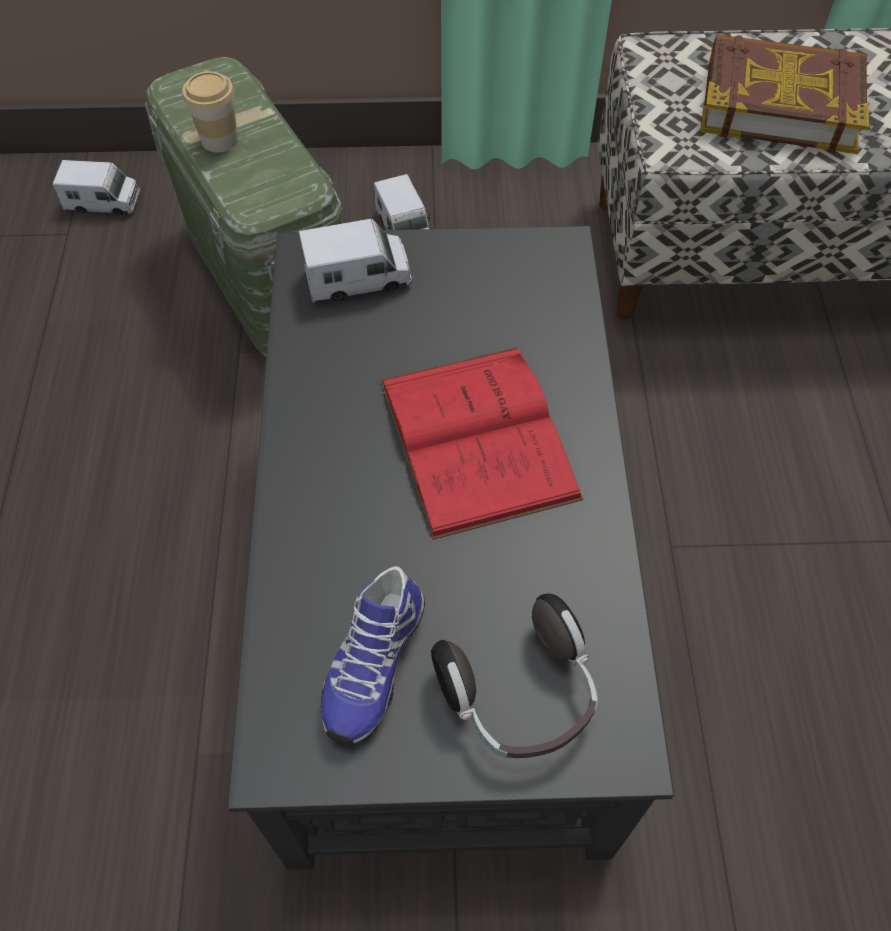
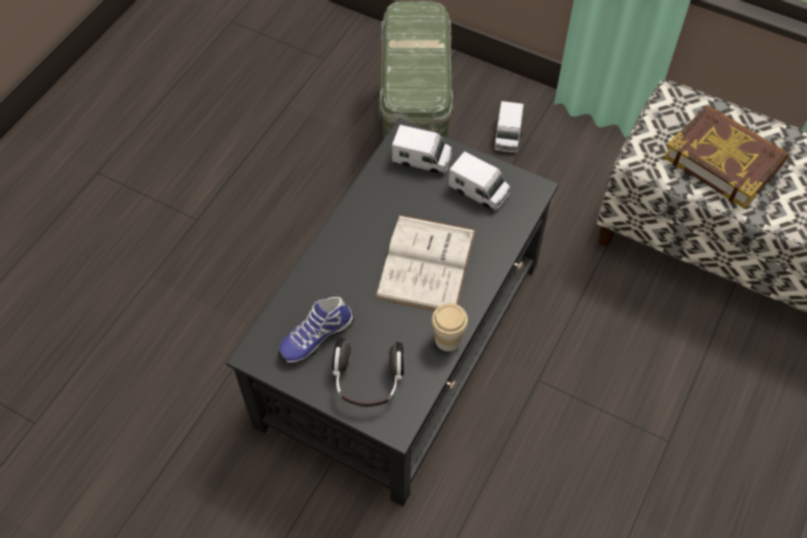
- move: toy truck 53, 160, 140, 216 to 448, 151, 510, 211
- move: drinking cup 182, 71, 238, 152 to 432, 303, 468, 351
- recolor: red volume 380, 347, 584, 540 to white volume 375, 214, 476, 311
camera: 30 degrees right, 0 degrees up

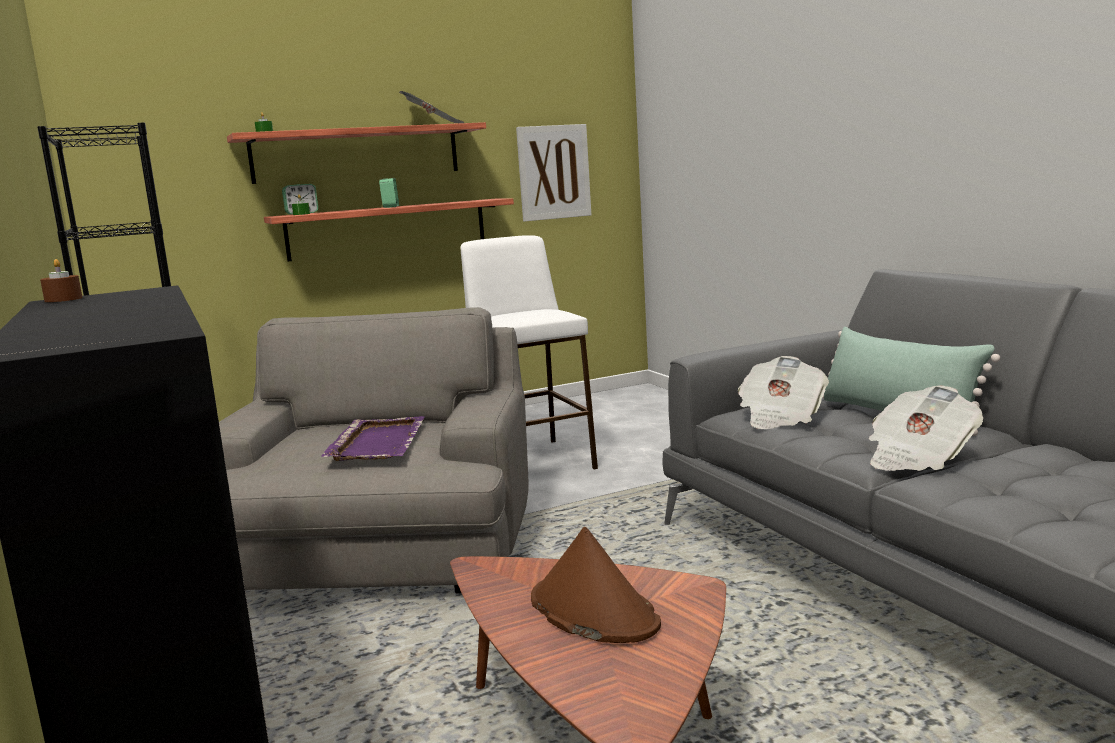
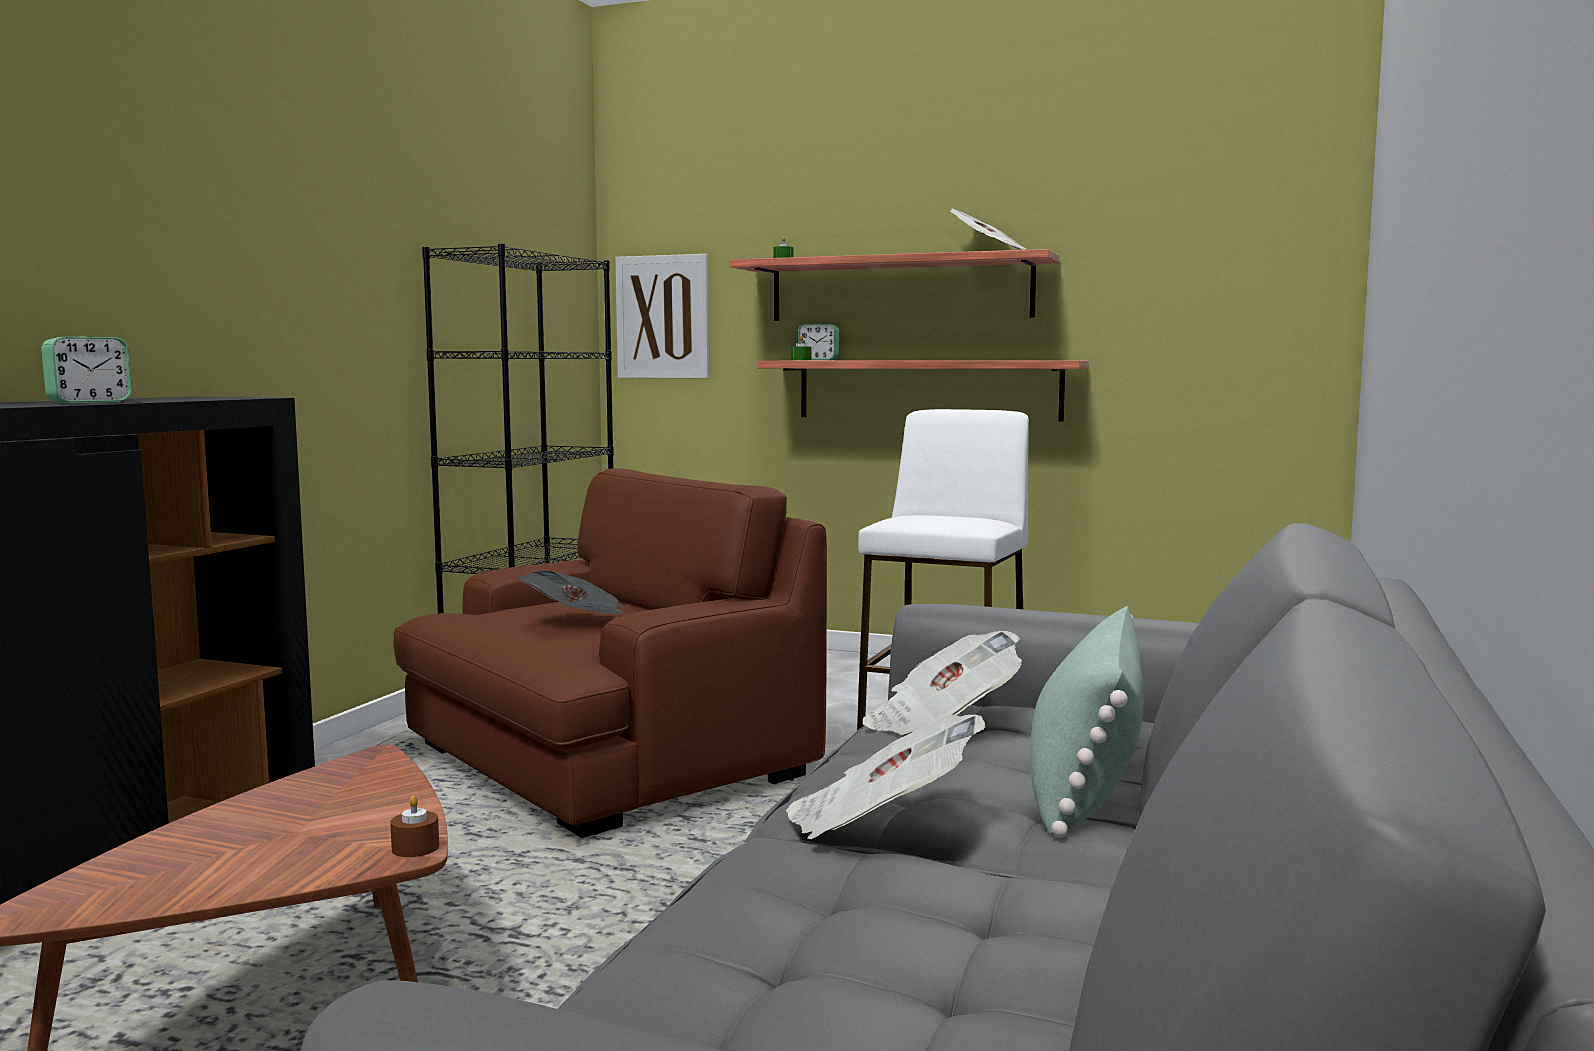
- move: brown-coloured wax candle 40, 259, 83, 302 to 390, 795, 439, 857
- recolor: greyish armchair 219, 307, 529, 593 to brown-coloured armchair 394, 468, 827, 838
- replace: purple-coloured serving tray 321, 416, 424, 461 to daily paper 518, 571, 624, 614
- move: alarm clock 379, 178, 399, 208 to 41, 337, 132, 403
- move: wall picture 516, 124, 591, 222 to 615, 254, 709, 378
- delete: brown-coloured wearable hat 531, 526, 661, 643
camera: 45 degrees right, 5 degrees down

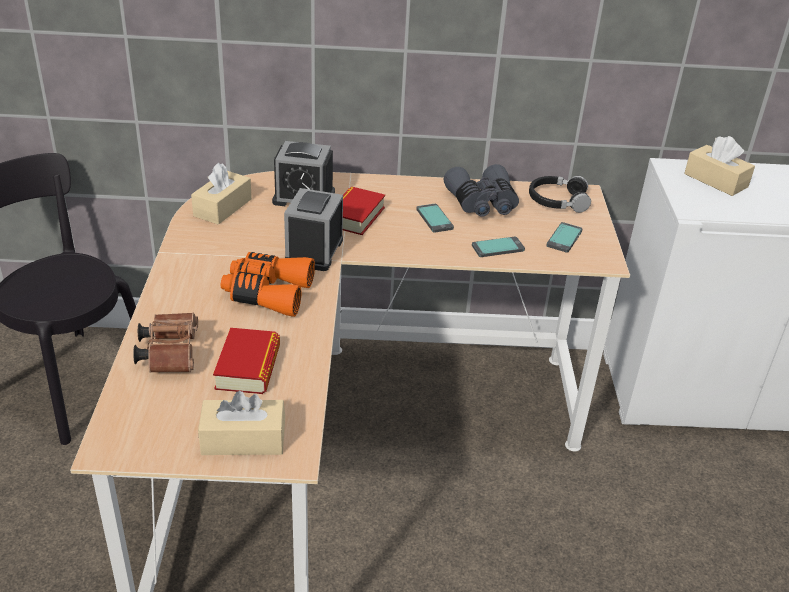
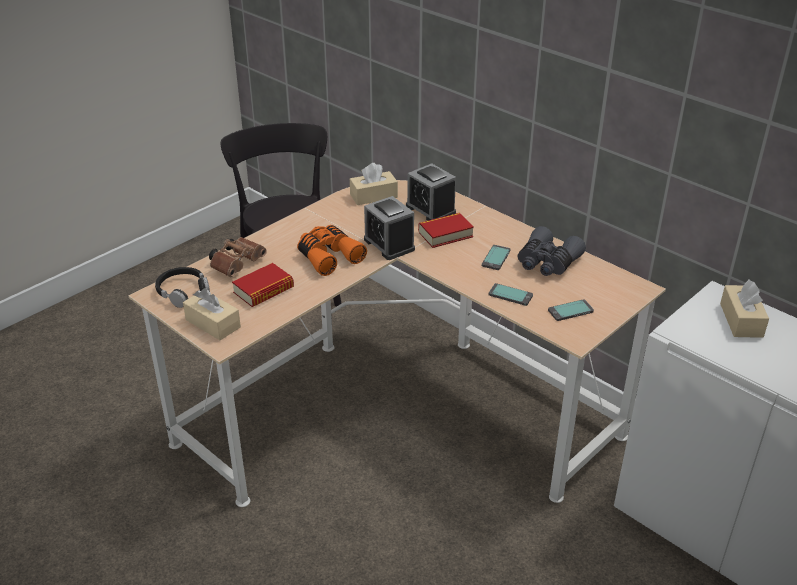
- rotate: alarm clock 284, 188, 343, 271 = 364, 196, 415, 260 90 degrees counterclockwise
- move: black-coloured pair of headphones 529, 176, 591, 213 to 155, 267, 210, 308
camera: 45 degrees right, 0 degrees up

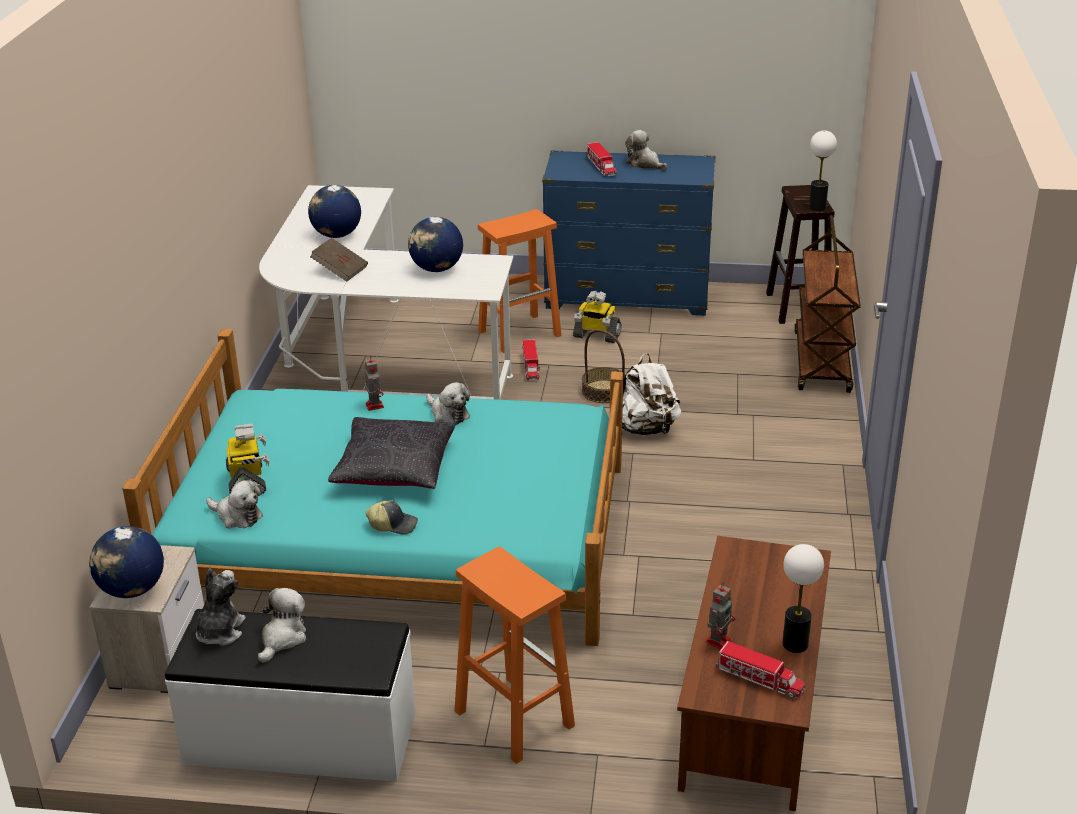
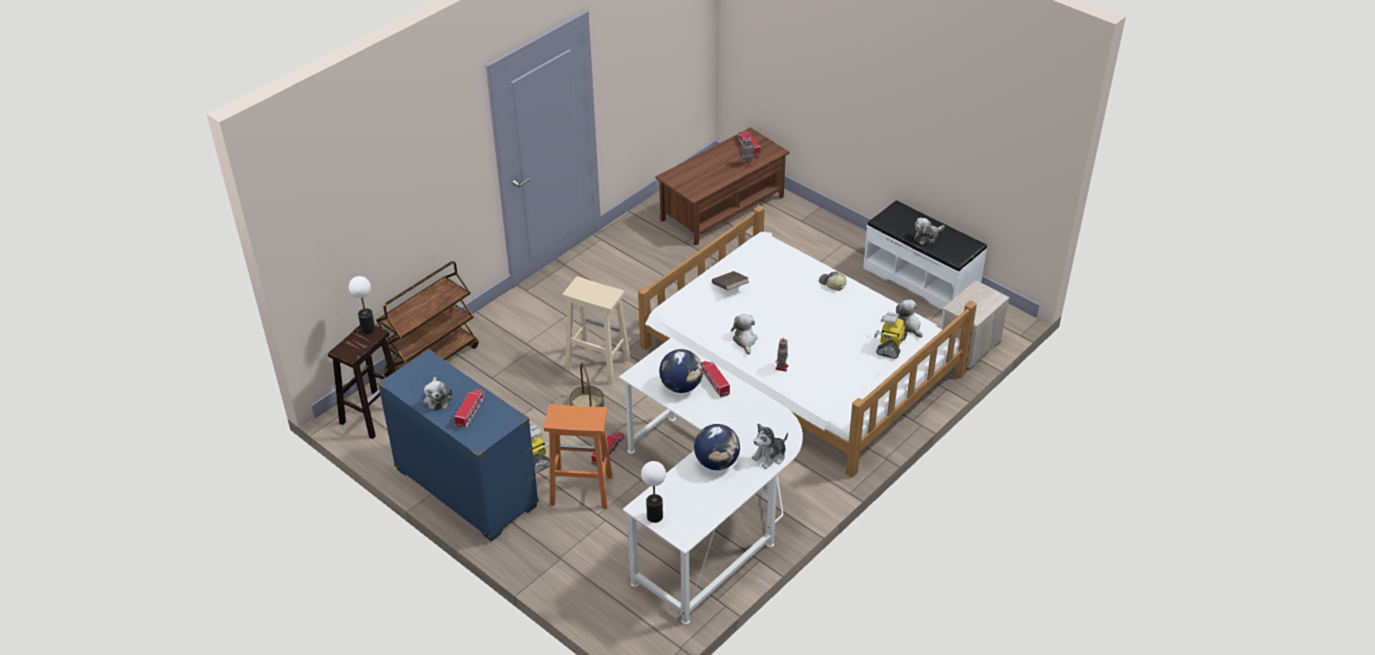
- delete: desk globe 89, 526, 164, 598
- recolor: blue-green bedroom bed 122, 329, 623, 646 to white bedroom bed 638, 205, 977, 477
- move: cuddly toy 196, 568, 246, 646 to 752, 424, 788, 469
- move: brown-coloured volume 310, 238, 368, 282 to 712, 271, 749, 291
- delete: black-coloured pillow 328, 417, 456, 489
- delete: orangey stool seat 455, 547, 575, 764
- replace: white rucksack 622, 353, 681, 435 to sand-coloured stool seat 562, 276, 631, 385
- move: tabletop lamp 782, 544, 824, 653 to 641, 461, 666, 523
- insert: toy truck 701, 361, 730, 397
camera: 145 degrees left, 10 degrees up

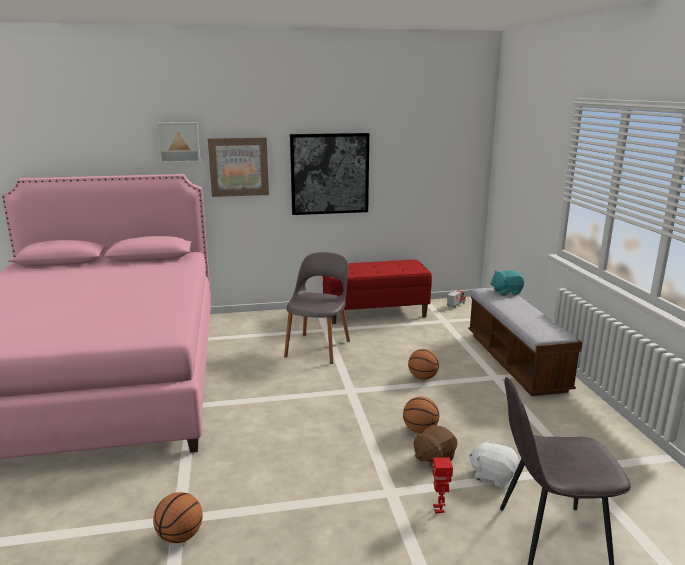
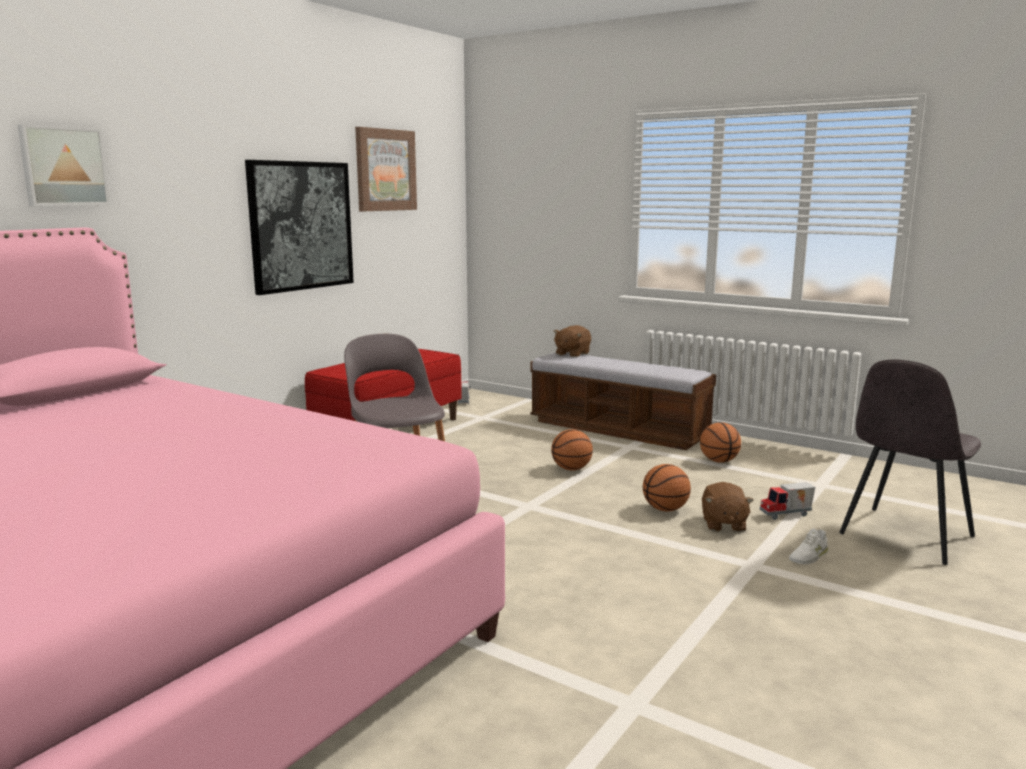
- move: ball for basketball 153, 492, 203, 543 to 700, 422, 741, 463
- move: wall picture 208, 137, 269, 197 to 355, 127, 417, 211
- replace: model robot 432, 457, 453, 513 to white item of footwear 789, 529, 828, 564
- replace: white cuddly toy 469, 439, 519, 488 to toy truck 760, 482, 815, 520
- recolor: blue-green cuddly toy 490, 270, 524, 295 to brown-coloured cuddly toy 553, 325, 591, 357
camera: 45 degrees left, 5 degrees down

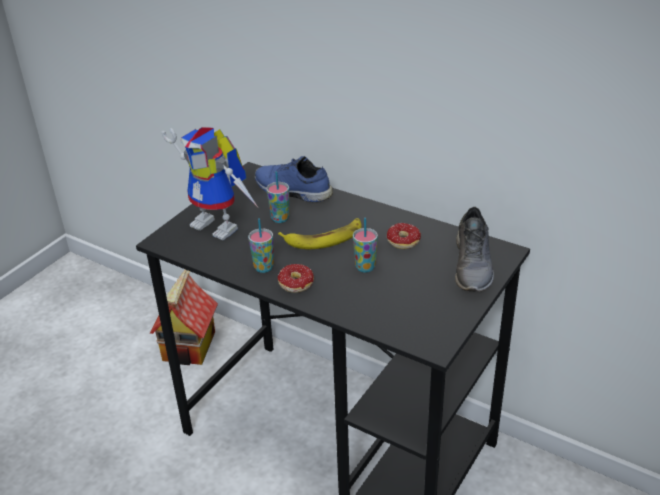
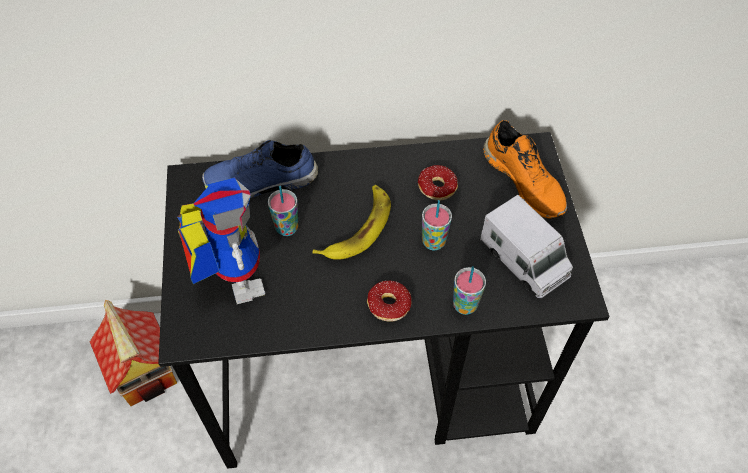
- rotate: model robot 161, 127, 258, 240 = 177, 177, 265, 304 105 degrees counterclockwise
- move: drinking cup 248, 218, 274, 273 to 453, 266, 486, 315
- recolor: greyish item of footwear 455, 207, 494, 292 to orangey item of footwear 483, 120, 567, 219
- insert: toy truck 480, 195, 573, 298
camera: 40 degrees left, 20 degrees up

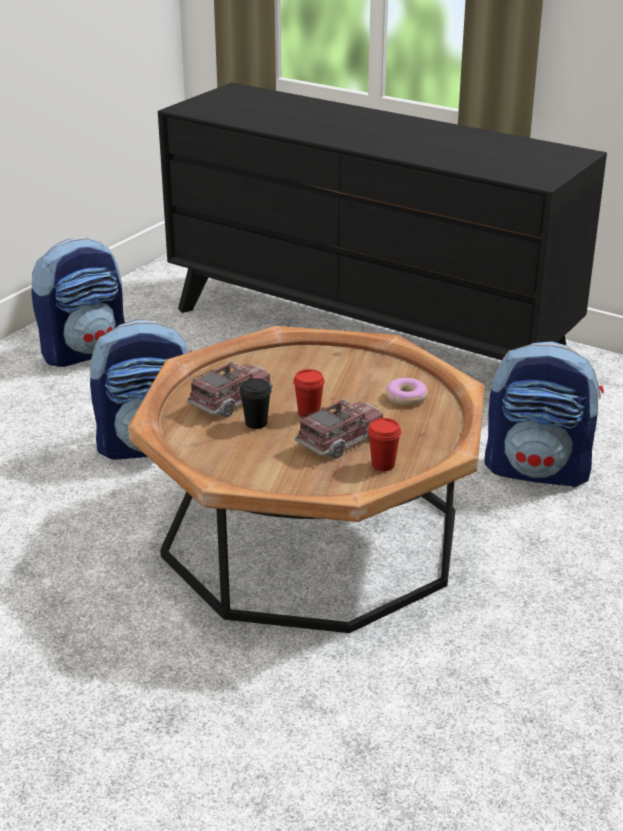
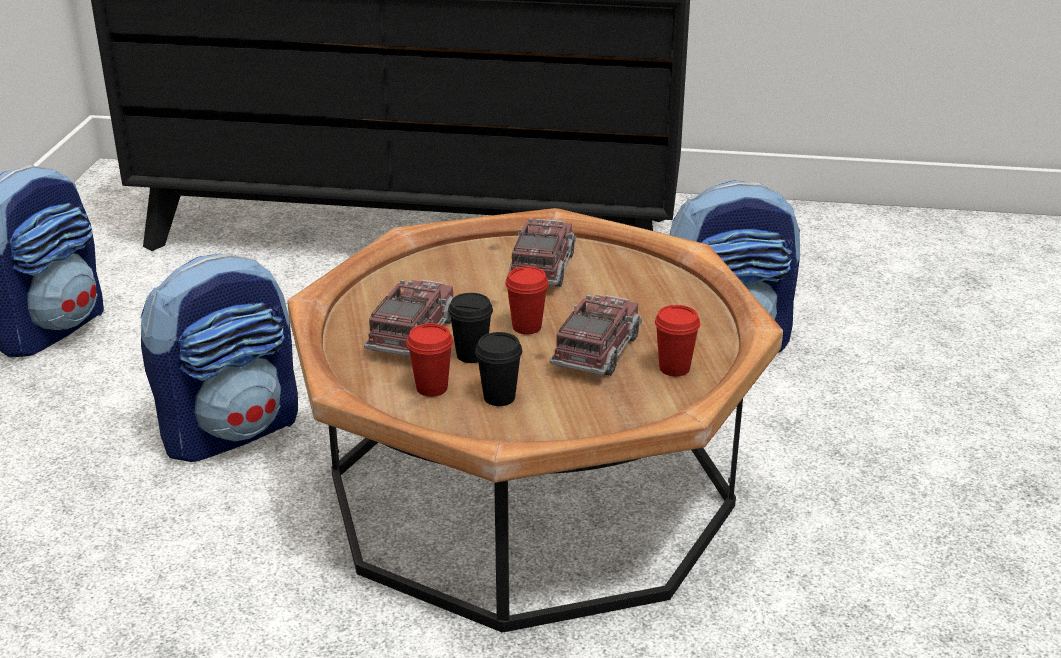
- delete: doughnut 386, 378, 428, 406
- insert: red drinking cup 407, 323, 453, 397
- insert: black-coloured drinking cup 475, 332, 522, 406
- insert: toy truck 506, 218, 576, 287
camera: 25 degrees left, 0 degrees up

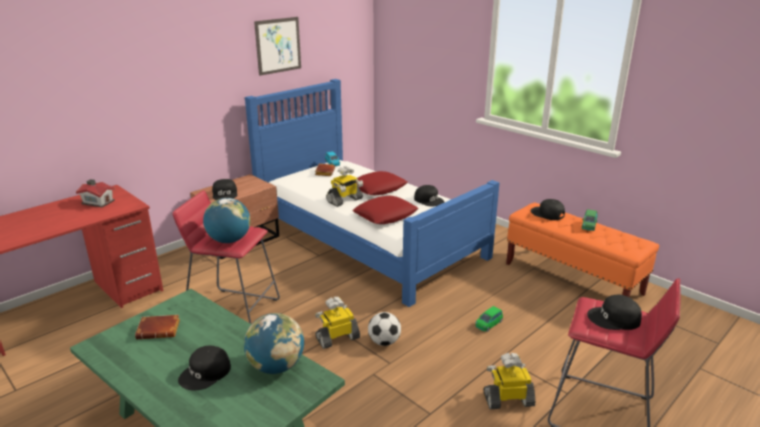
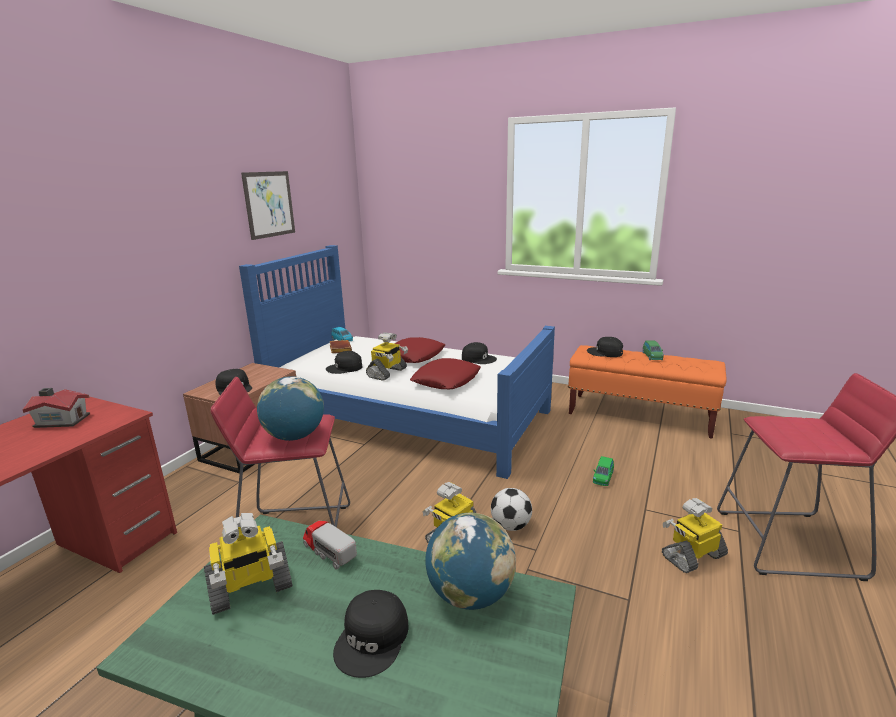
- replace: brown-coloured volume 135, 315, 180, 340 to model robot 204, 513, 293, 615
- move: black-coloured peaked cap 587, 295, 642, 330 to 326, 351, 362, 374
- insert: toy truck 303, 521, 357, 570
camera: 20 degrees left, 5 degrees down

